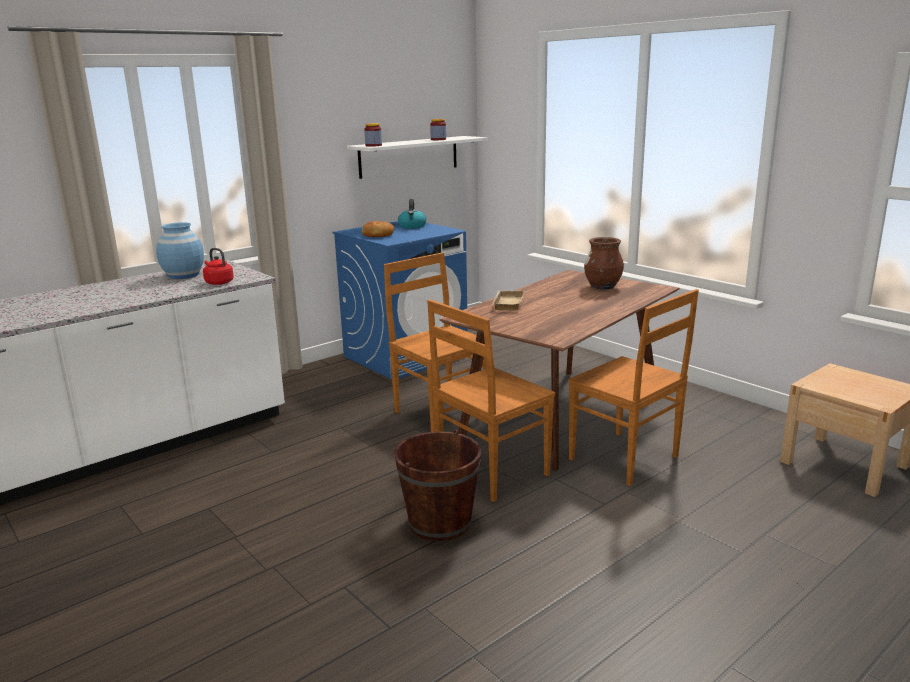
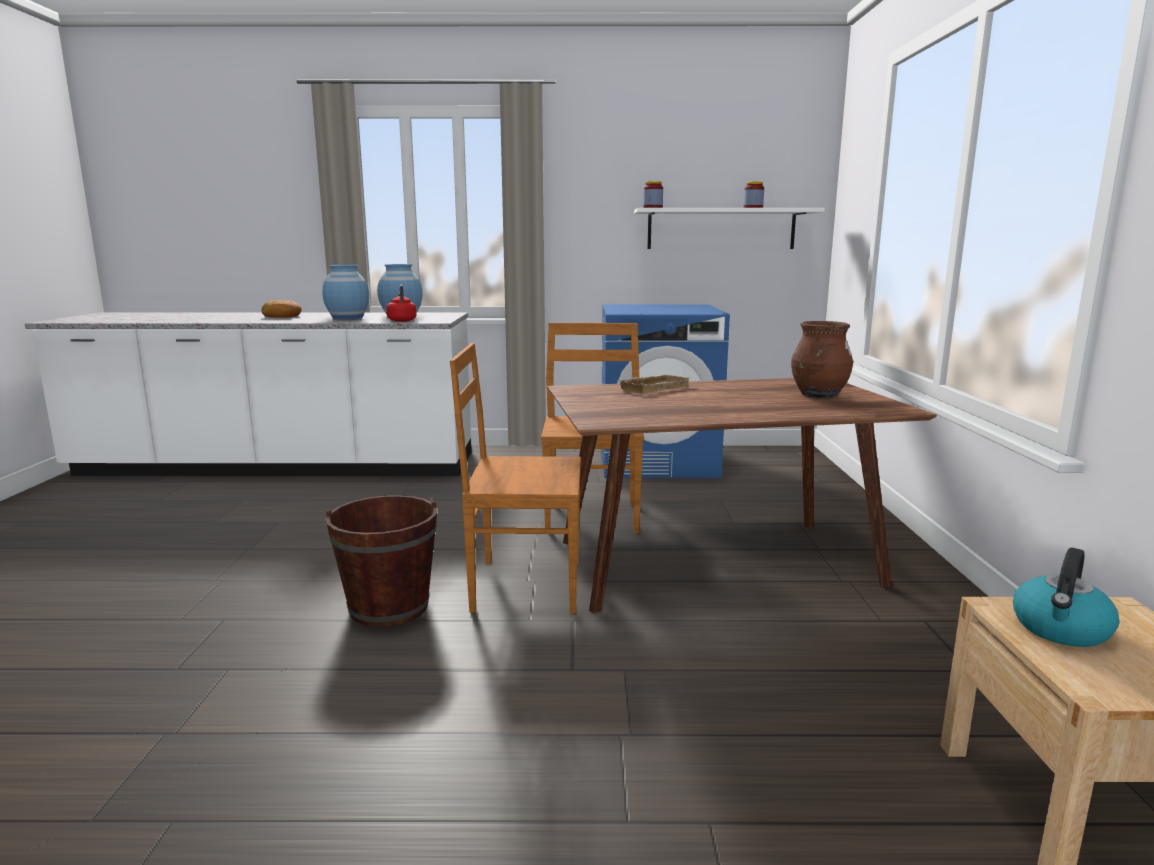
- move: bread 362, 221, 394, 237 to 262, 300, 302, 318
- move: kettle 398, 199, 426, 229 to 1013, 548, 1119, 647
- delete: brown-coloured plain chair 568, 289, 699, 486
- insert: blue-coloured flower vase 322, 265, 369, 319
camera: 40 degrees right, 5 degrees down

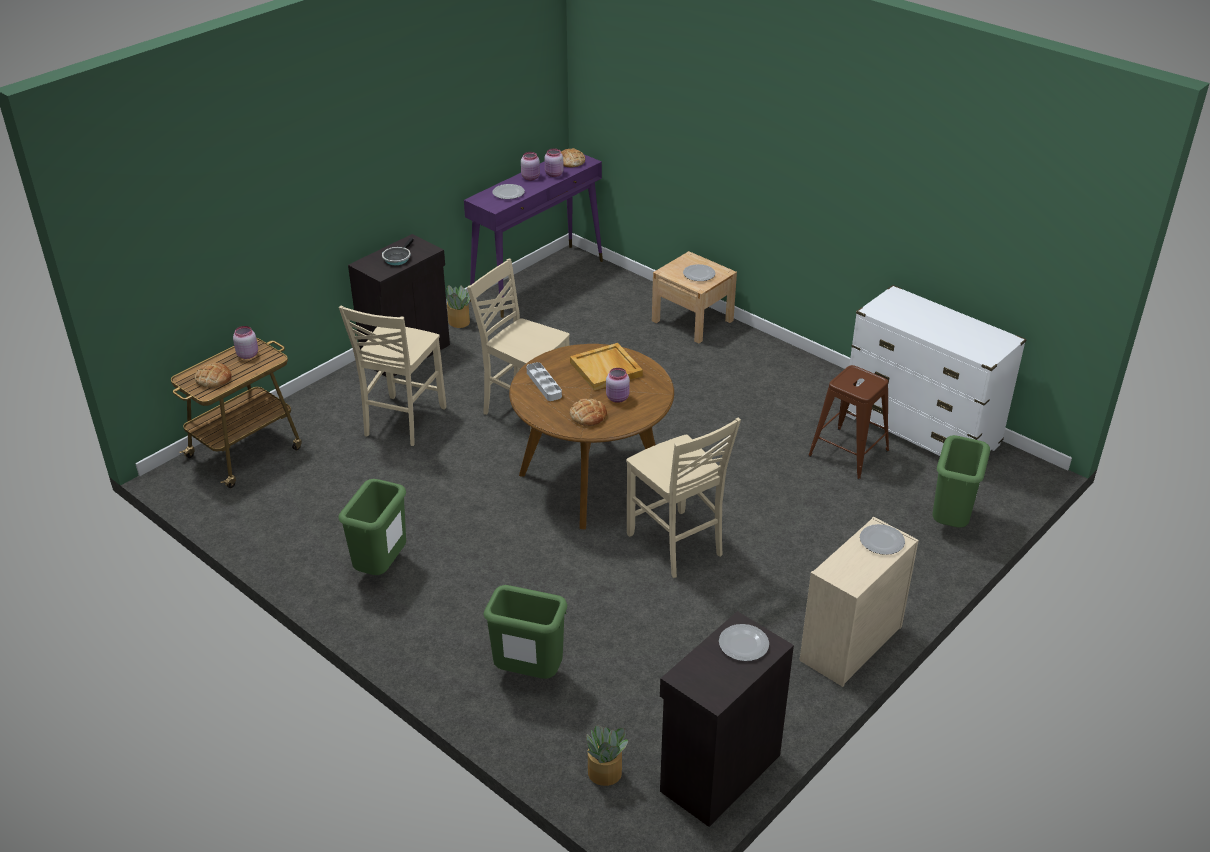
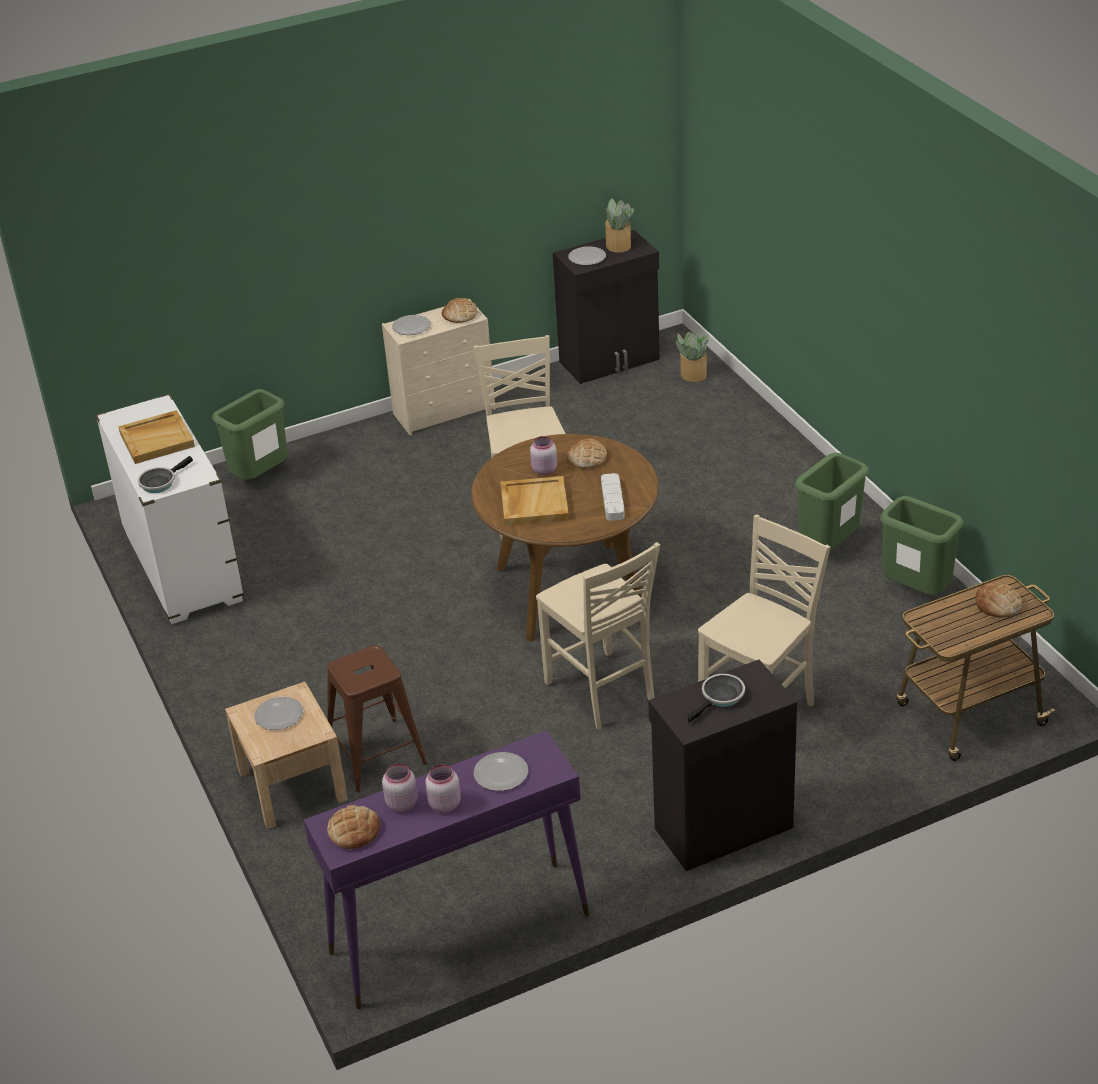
- delete: pinkish storage jar 233, 326, 258, 359
- move: potted plant 446, 285, 470, 328 to 605, 198, 634, 253
- move: greenish waste bin 483, 585, 567, 679 to 880, 496, 964, 595
- move: brown-coloured stool seat 808, 365, 889, 479 to 327, 645, 427, 792
- insert: sand-coloured serving tray 118, 410, 195, 464
- insert: pan 138, 456, 193, 493
- insert: bread 442, 298, 477, 323
camera: 155 degrees left, 0 degrees up

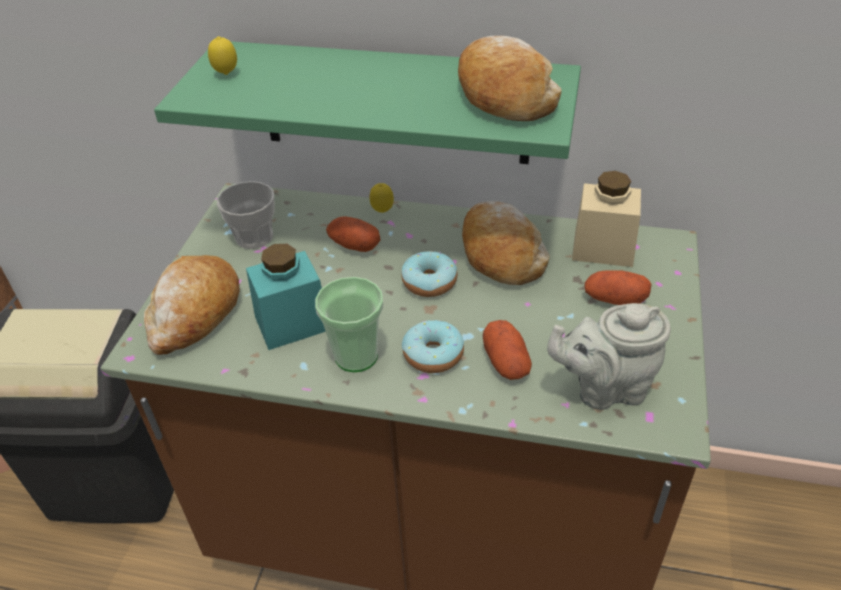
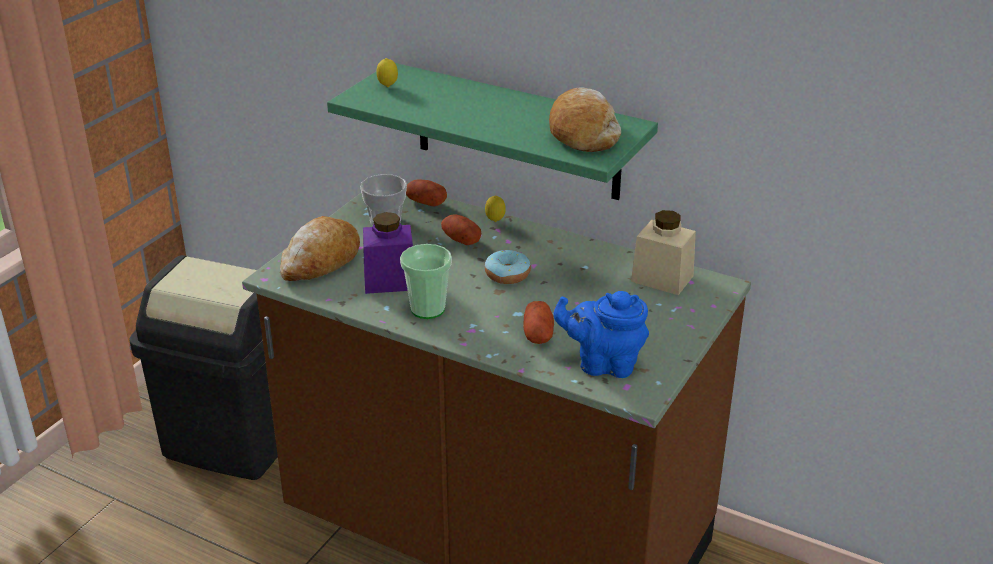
- recolor: blue-green storage jar 246, 244, 326, 350 to purple-coloured storage jar 363, 212, 413, 294
- delete: doughnut 402, 320, 464, 373
- delete: bread 462, 201, 550, 285
- recolor: greyish pot for tea 547, 303, 671, 410 to blue-coloured pot for tea 554, 291, 649, 378
- move: potato 584, 270, 651, 305 to 406, 179, 447, 206
camera: 15 degrees right, 10 degrees down

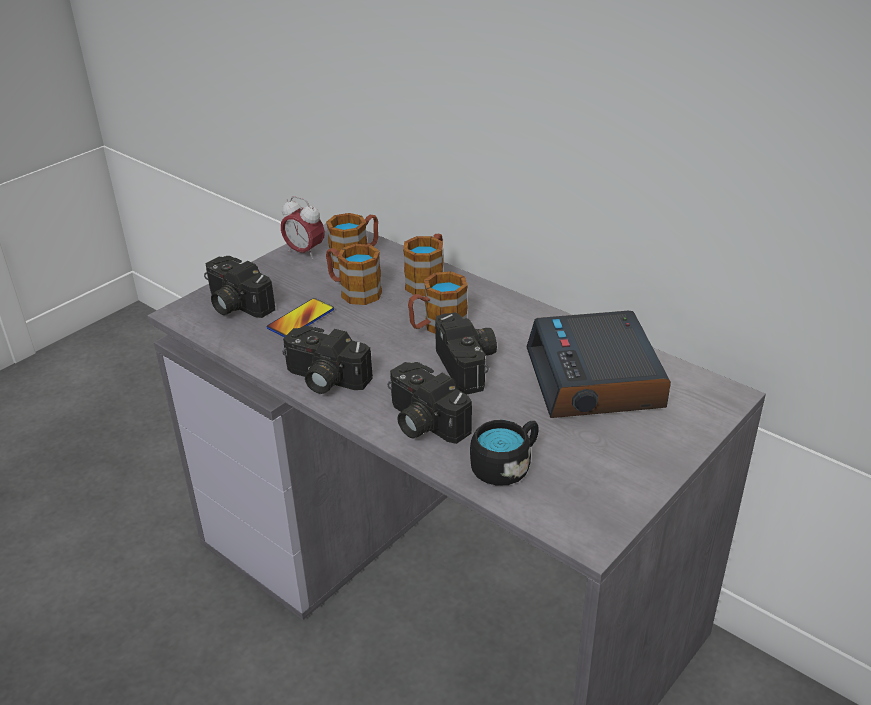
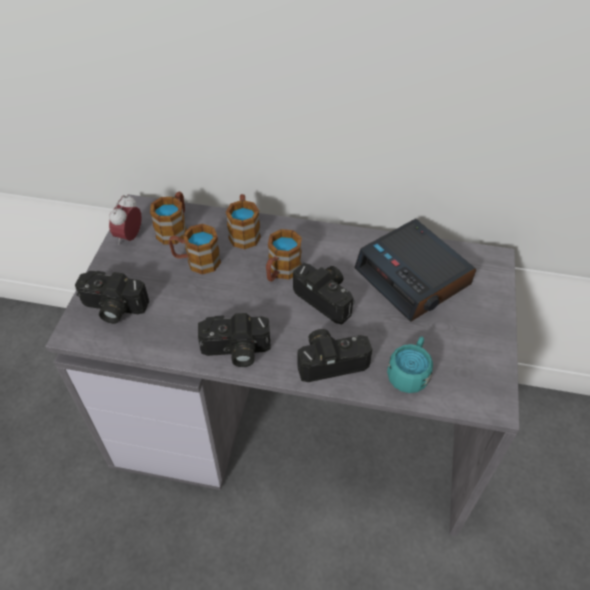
- delete: telephone 267, 298, 334, 337
- rotate: alarm clock 281, 196, 325, 259 = 109, 194, 142, 245 105 degrees clockwise
- rotate: still camera 388, 362, 472, 444 = 297, 329, 372, 382 150 degrees clockwise
- recolor: black-coloured coffee mug 470, 420, 538, 486 to blue-green coffee mug 387, 337, 433, 393
camera: 30 degrees left, 15 degrees up

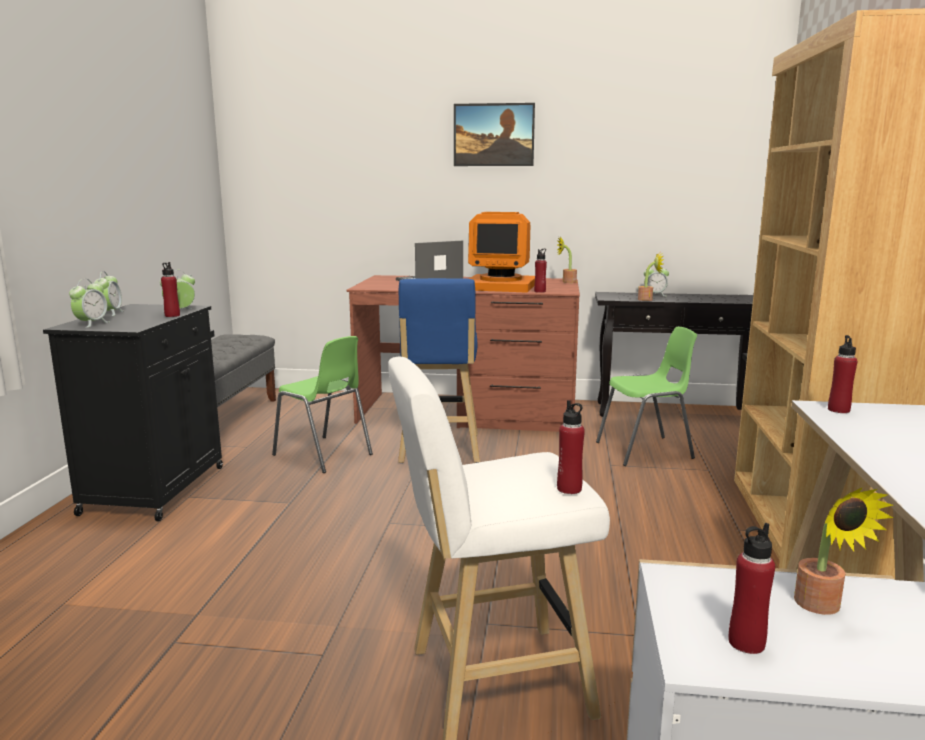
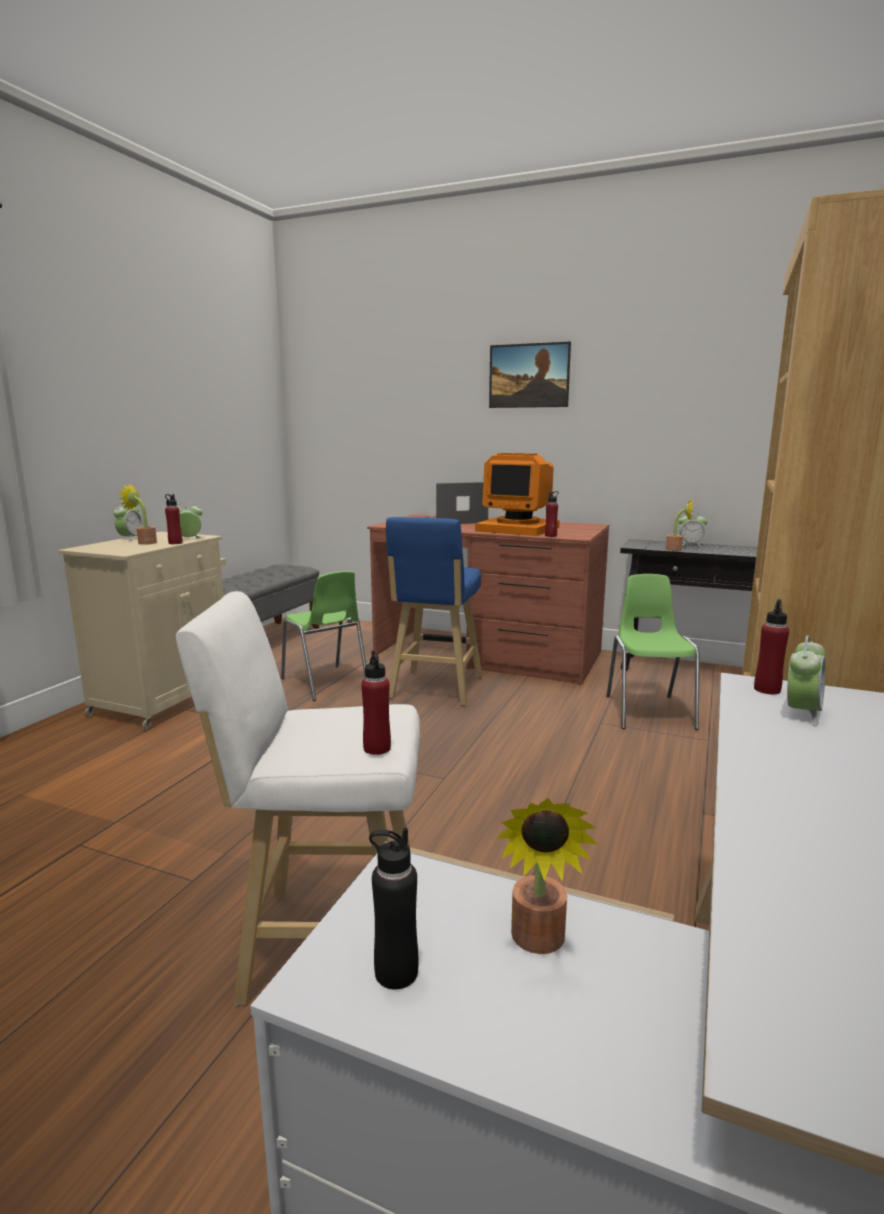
- recolor: black-coloured storage cabinet 43, 304, 223, 521 to sand-coloured storage cabinet 58, 532, 226, 730
- move: alarm clock 69, 279, 109, 328 to 787, 635, 826, 726
- move: potted plant 557, 236, 577, 283 to 119, 484, 157, 545
- rotate: greenish plain chair 596, 327, 697, 466 = 607, 574, 700, 730 90 degrees counterclockwise
- recolor: red beverage bottle 729, 523, 775, 654 to black-coloured beverage bottle 369, 828, 419, 990
camera: 15 degrees right, 0 degrees up

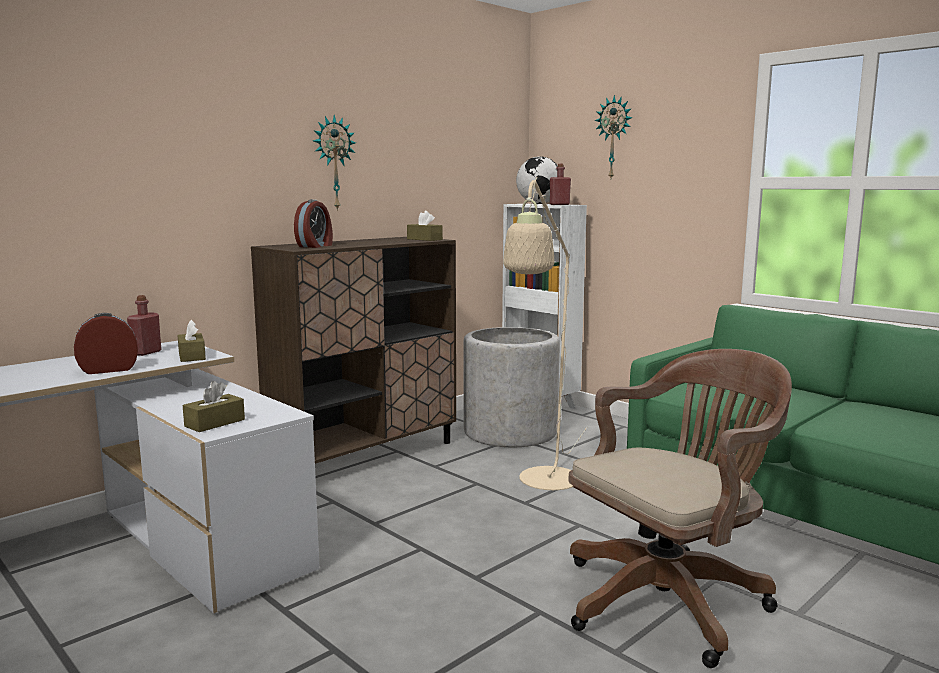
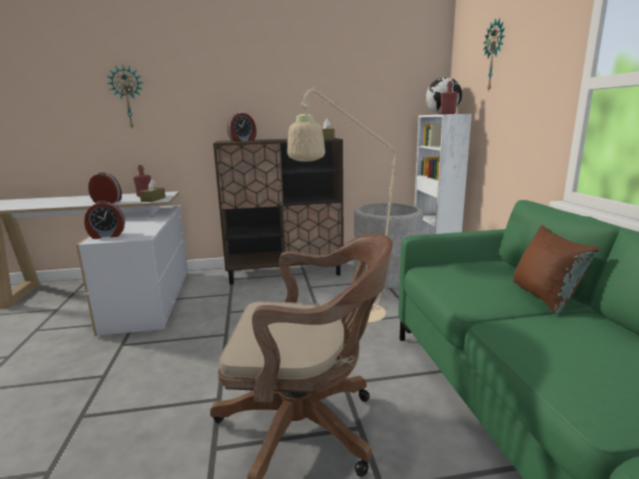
- replace: brown-coloured tissue box 183, 381, 245, 432 to alarm clock 84, 201, 125, 239
- move: hanging clock 313, 115, 356, 211 to 107, 64, 143, 128
- insert: brown-coloured pillow 513, 225, 599, 314
camera: 35 degrees right, 5 degrees up

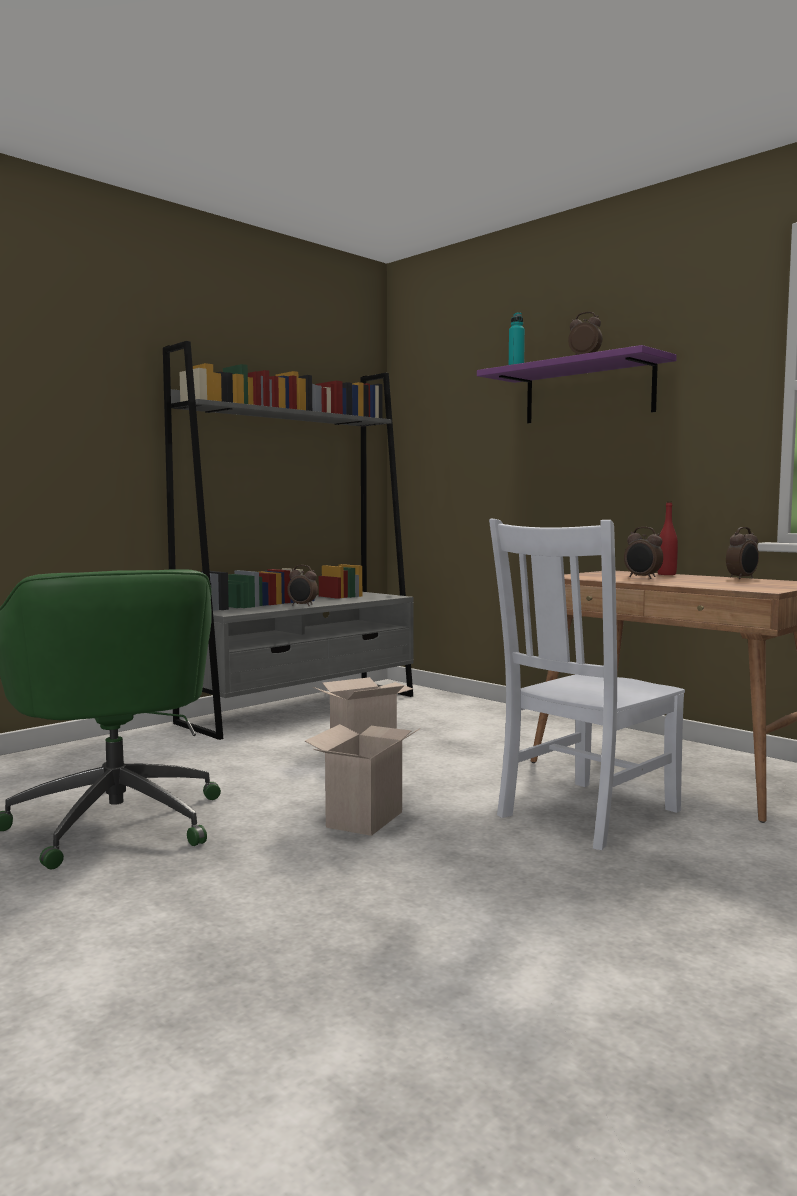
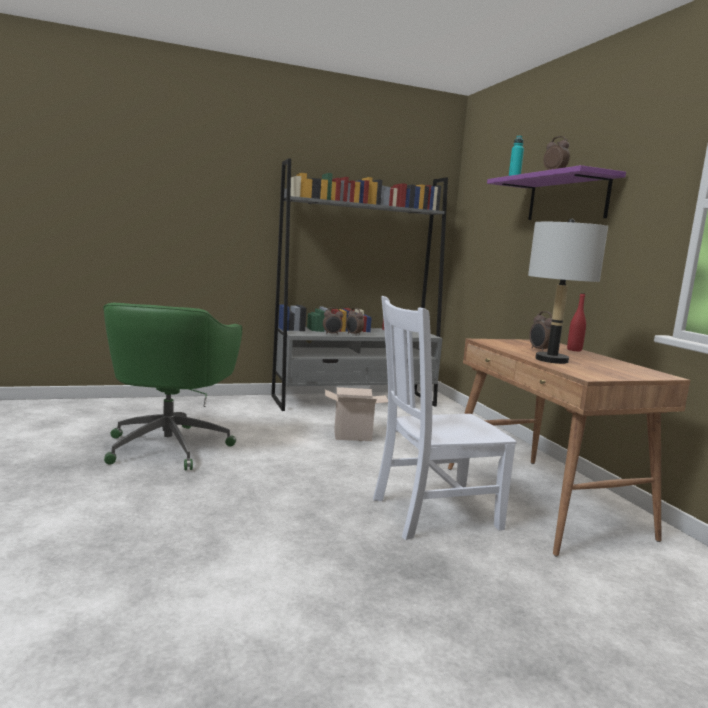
- delete: packing box 305, 724, 420, 836
- move: alarm clock 726, 527, 759, 579 to 323, 307, 343, 335
- insert: greyish tabletop lamp 528, 219, 608, 364
camera: 25 degrees right, 5 degrees up

